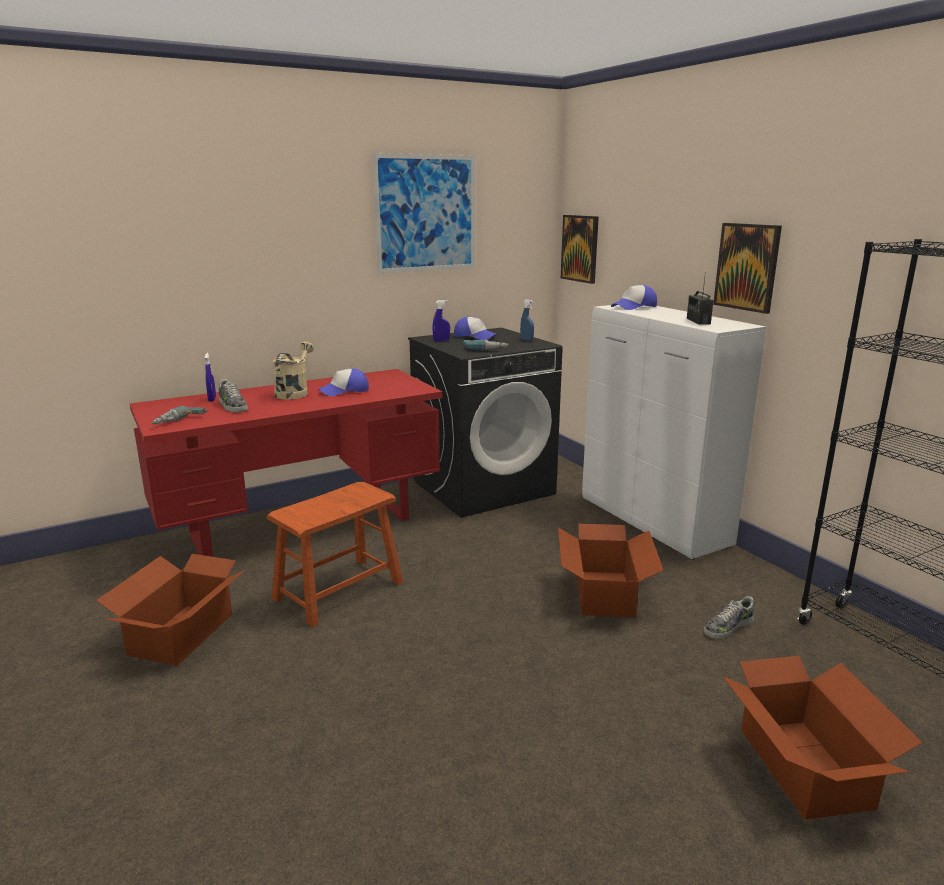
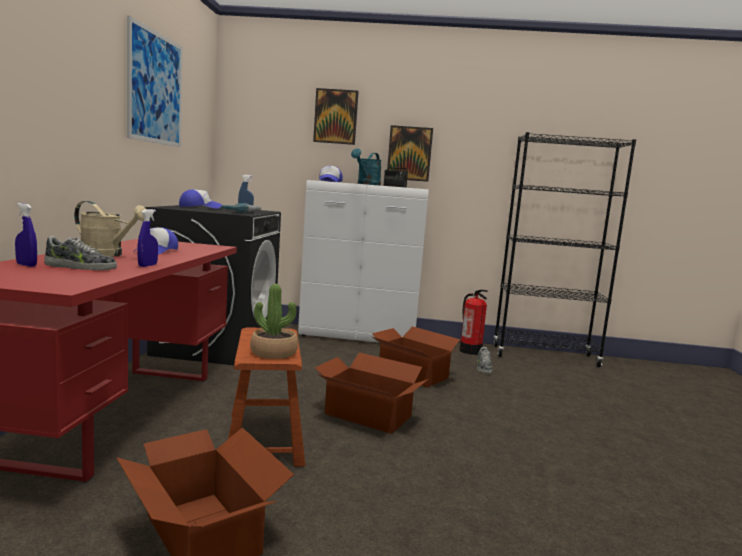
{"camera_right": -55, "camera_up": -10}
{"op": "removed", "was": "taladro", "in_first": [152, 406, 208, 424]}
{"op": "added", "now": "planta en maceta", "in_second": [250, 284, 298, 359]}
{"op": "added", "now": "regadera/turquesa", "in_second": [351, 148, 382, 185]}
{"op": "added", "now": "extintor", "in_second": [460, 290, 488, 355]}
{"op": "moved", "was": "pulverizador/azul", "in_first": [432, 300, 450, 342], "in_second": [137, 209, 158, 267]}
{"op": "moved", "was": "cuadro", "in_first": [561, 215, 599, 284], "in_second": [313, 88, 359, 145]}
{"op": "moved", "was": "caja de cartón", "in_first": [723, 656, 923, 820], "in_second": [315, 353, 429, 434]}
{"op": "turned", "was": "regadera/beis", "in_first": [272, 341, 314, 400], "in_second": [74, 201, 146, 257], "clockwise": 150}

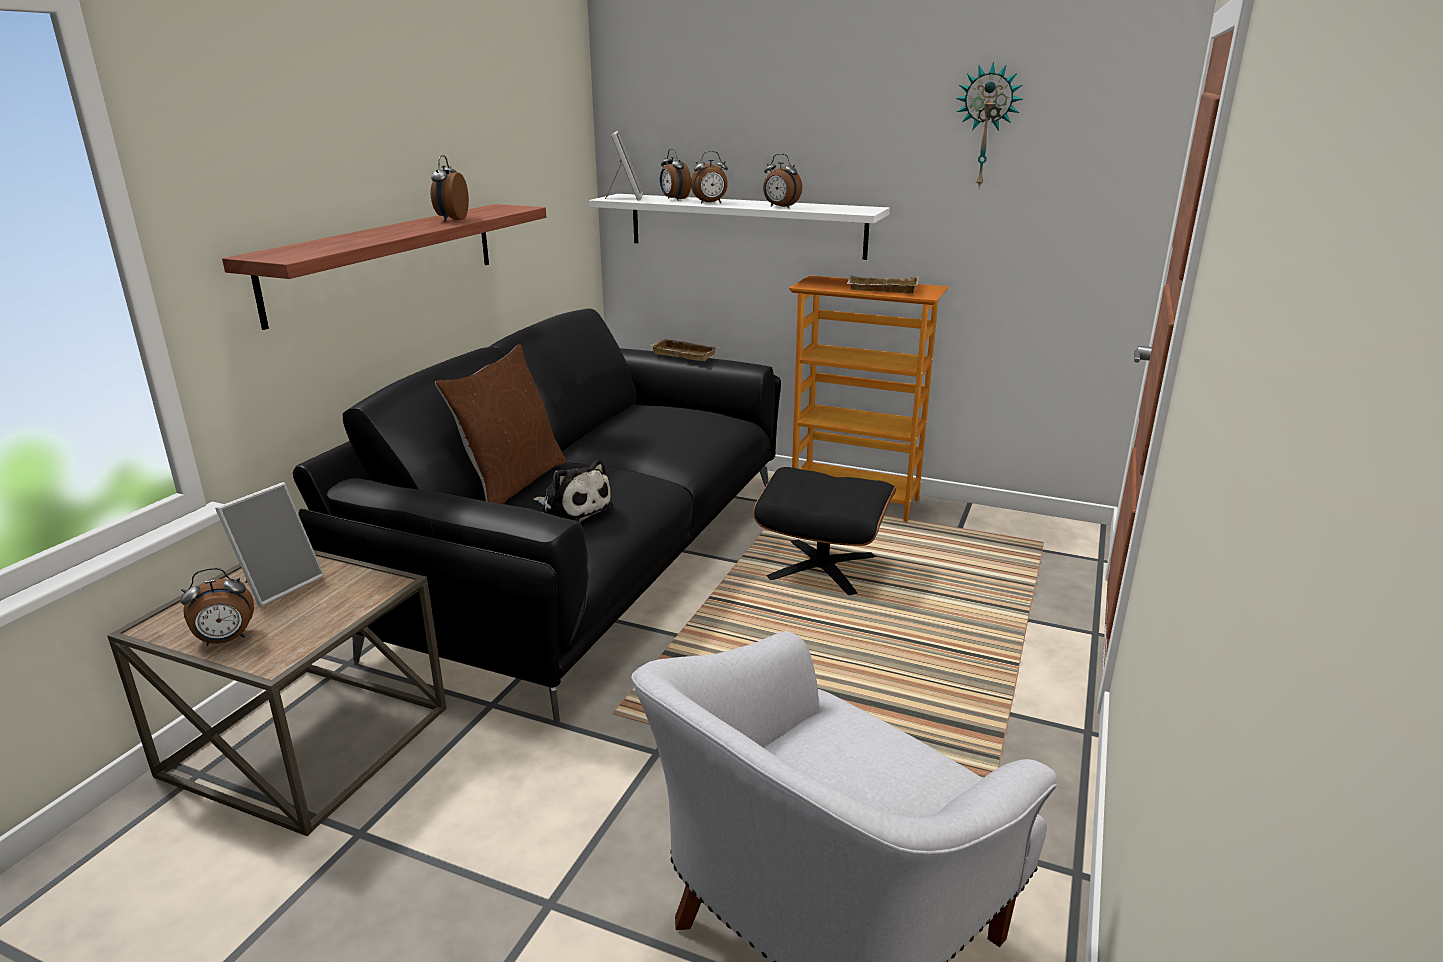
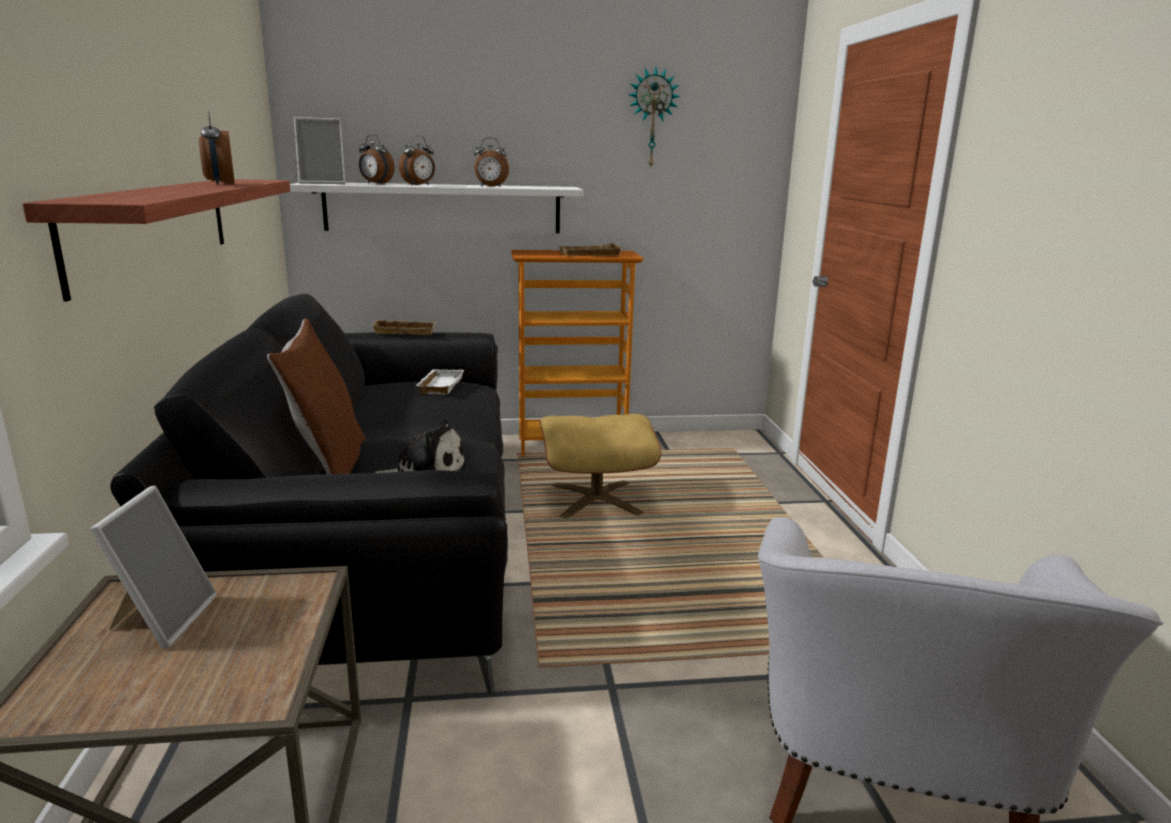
{"camera_right": -30, "camera_up": -5}
{"op": "removed", "was": "despertador", "in_first": [180, 568, 254, 646]}
{"op": "added", "now": "bandeja/blanco", "in_second": [416, 369, 464, 394]}
{"op": "recoloured", "was": "puf/negro", "now": "puf/beis", "in_first": [753, 467, 896, 595], "in_second": [539, 414, 661, 519]}
{"op": "turned", "was": "portarretratos", "in_first": [605, 131, 643, 200], "in_second": [294, 117, 346, 184], "clockwise": 105}

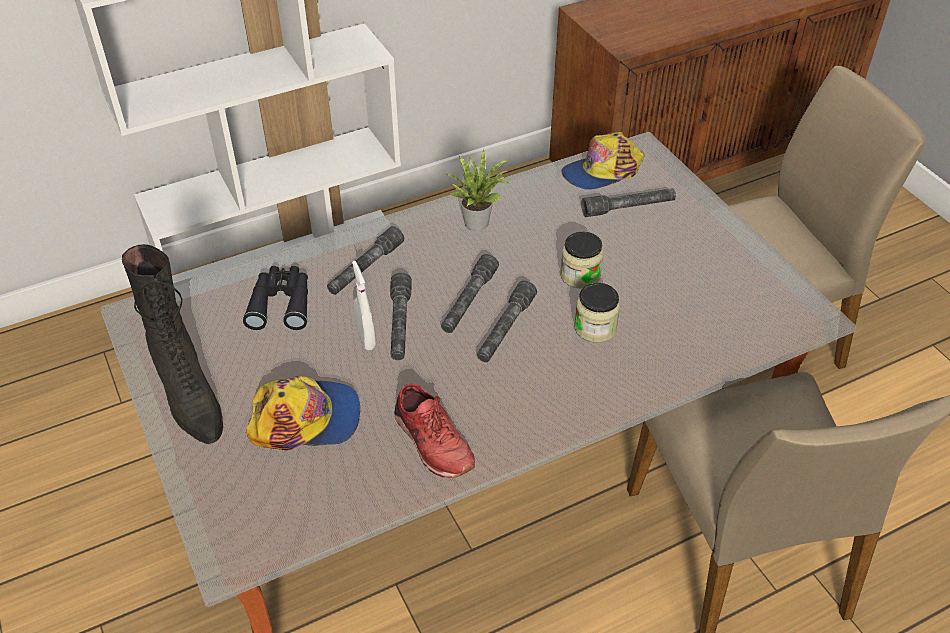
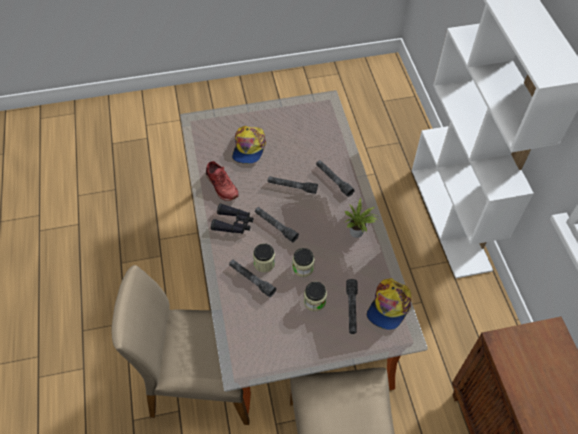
{"camera_right": 105, "camera_up": 10}
{"op": "removed", "was": "bota/negro", "in_first": [122, 244, 223, 444]}
{"op": "removed", "was": "pulverizador/blanco", "in_first": [352, 261, 376, 350]}
{"op": "added", "now": "tarro", "in_second": [304, 282, 327, 311]}
{"op": "moved", "was": "prismáticos/negro", "in_first": [243, 266, 308, 330], "in_second": [211, 204, 253, 234]}
{"op": "moved", "was": "linterna/gris", "in_first": [441, 254, 499, 333], "in_second": [229, 260, 276, 297]}
{"op": "turned", "was": "zapato/rojo", "in_first": [395, 383, 475, 478], "in_second": [206, 161, 239, 201], "clockwise": -105}
{"op": "turned", "was": "gorra", "in_first": [562, 132, 645, 190], "in_second": [367, 278, 411, 330], "clockwise": -135}

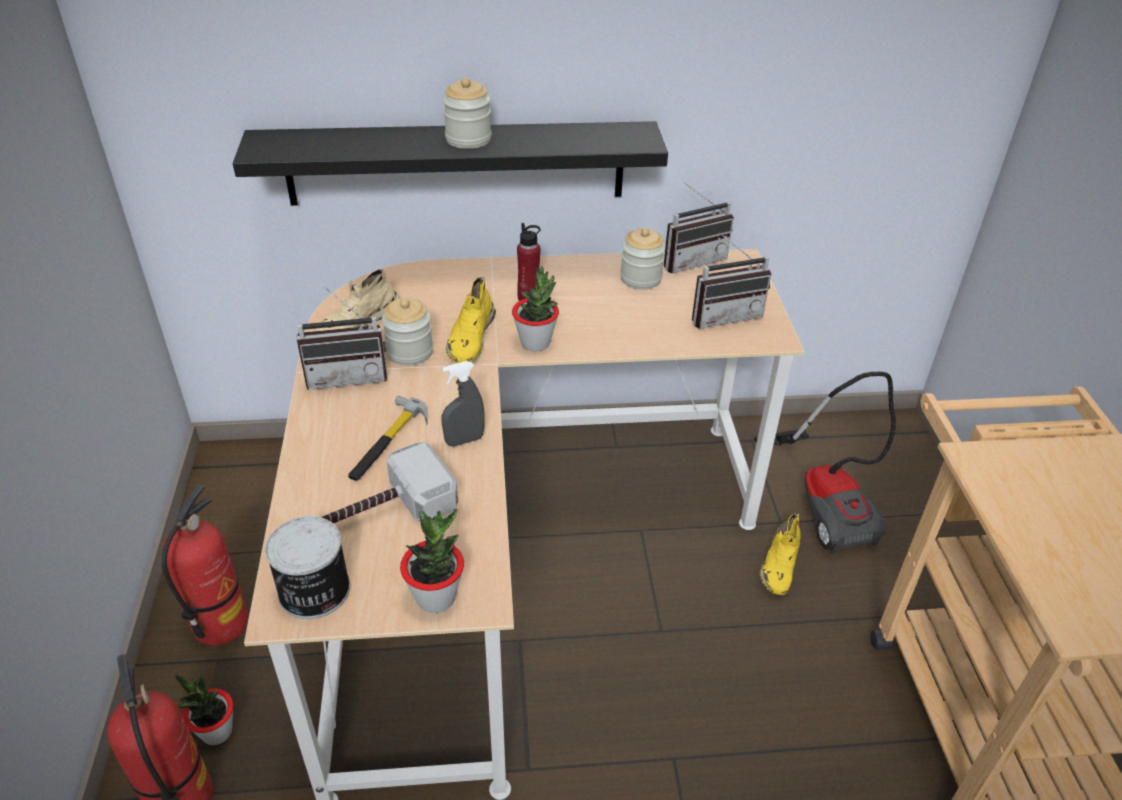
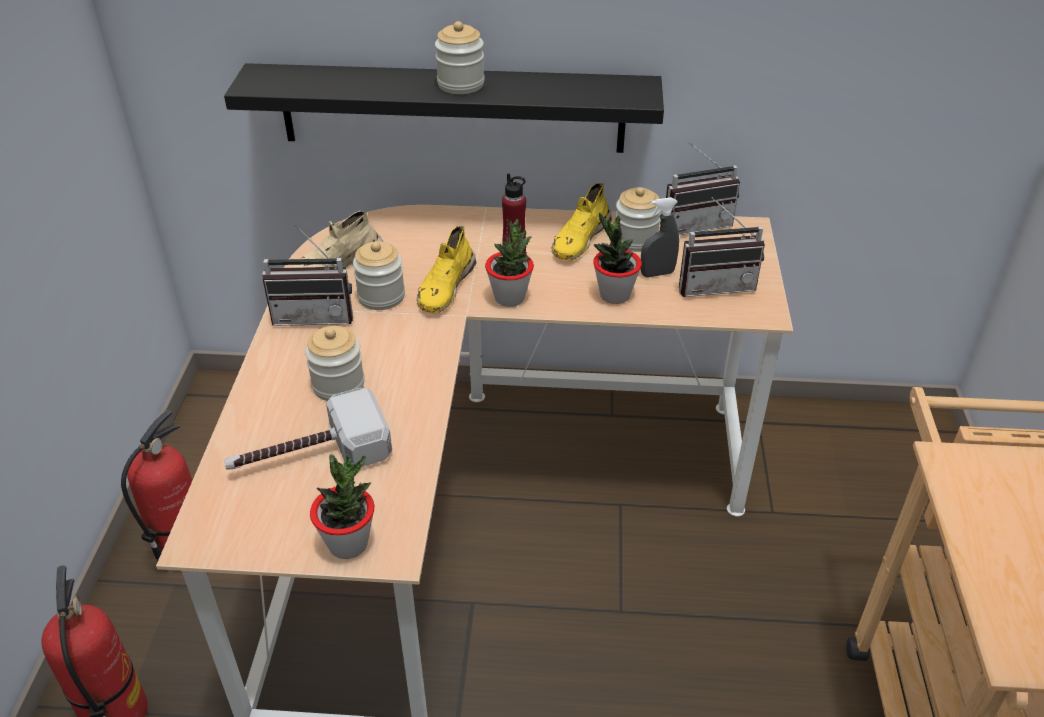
{"camera_right": 10, "camera_up": 0}
{"op": "removed", "was": "lata", "in_first": [265, 516, 350, 619]}
{"op": "removed", "was": "aspiradora", "in_first": [754, 372, 896, 554]}
{"op": "moved", "was": "planta en maceta", "in_first": [175, 674, 233, 745], "in_second": [593, 212, 642, 304]}
{"op": "moved", "was": "pulverizador/gris", "in_first": [442, 361, 485, 447], "in_second": [641, 197, 679, 277]}
{"op": "moved", "was": "zapato/amarillo", "in_first": [760, 514, 801, 595], "in_second": [552, 183, 612, 261]}
{"op": "replaced", "was": "martillo", "now": "tarro", "in_first": [348, 396, 428, 481], "in_second": [305, 326, 365, 401]}

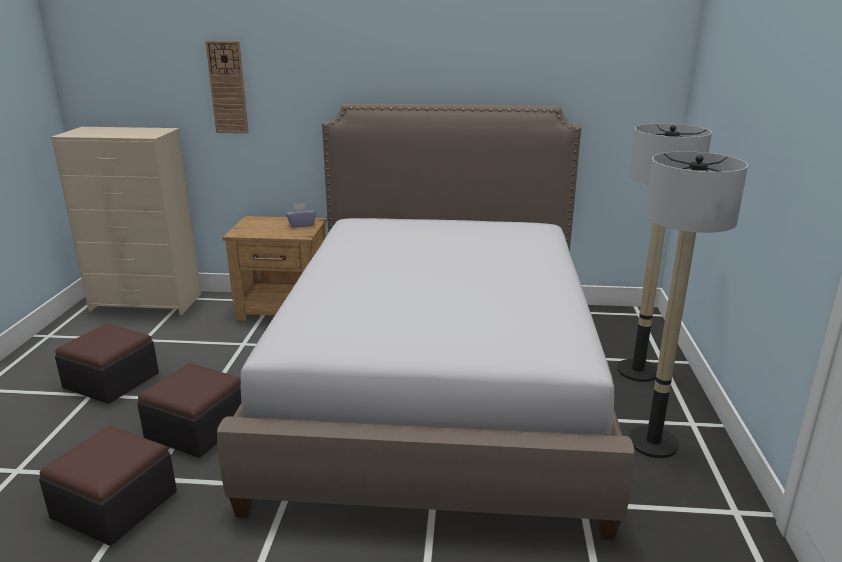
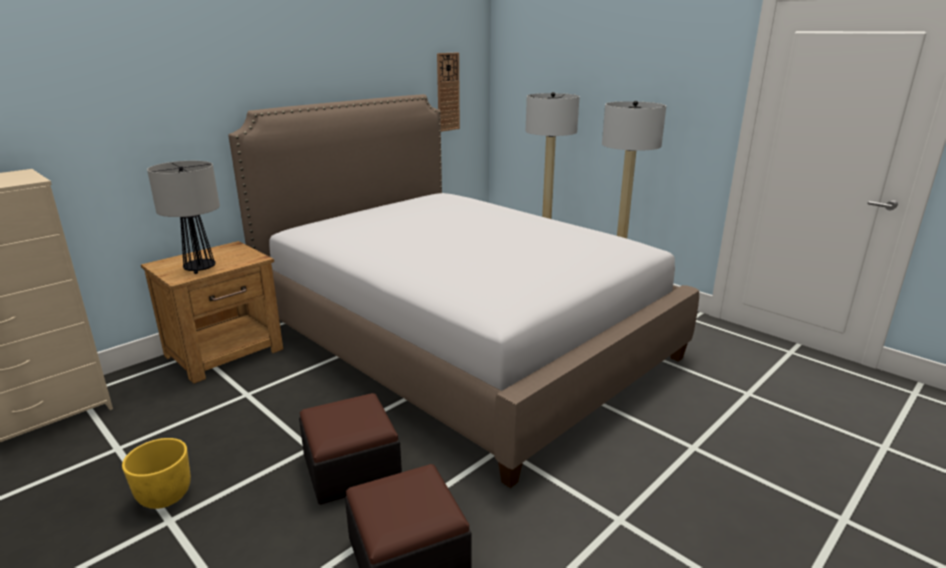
{"camera_right": -50, "camera_up": 0}
{"op": "removed", "was": "caja de pañuelos/morado", "in_first": [286, 203, 316, 228]}
{"op": "added", "now": "lámpara de mesa", "in_second": [147, 161, 220, 274]}
{"op": "moved", "was": "reloj de pared", "in_first": [205, 41, 249, 133], "in_second": [437, 52, 460, 132]}
{"op": "replaced", "was": "puf", "now": "maceta/amarillo", "in_first": [55, 324, 159, 404], "in_second": [122, 438, 191, 509]}

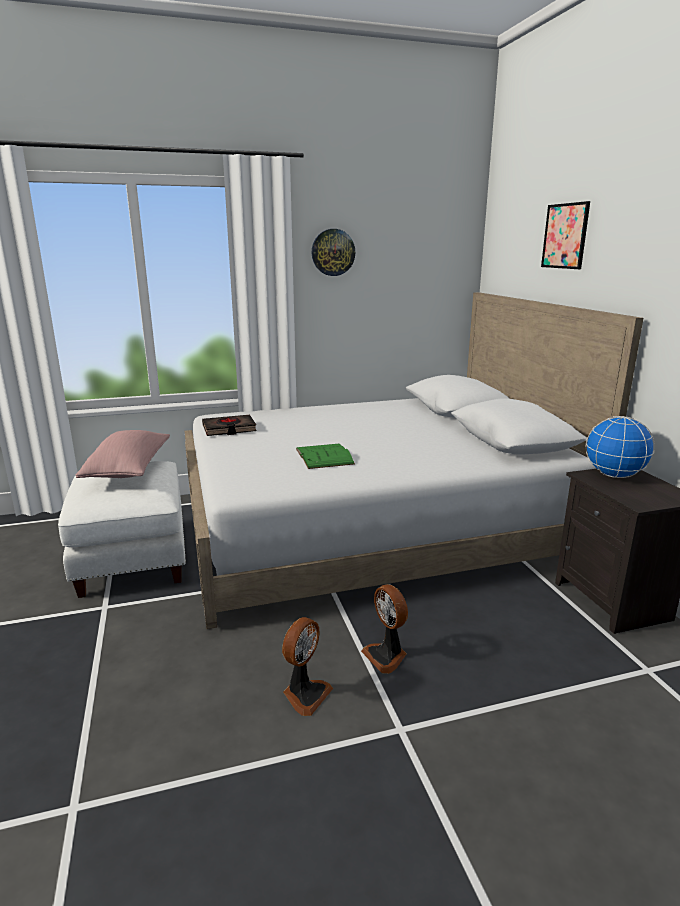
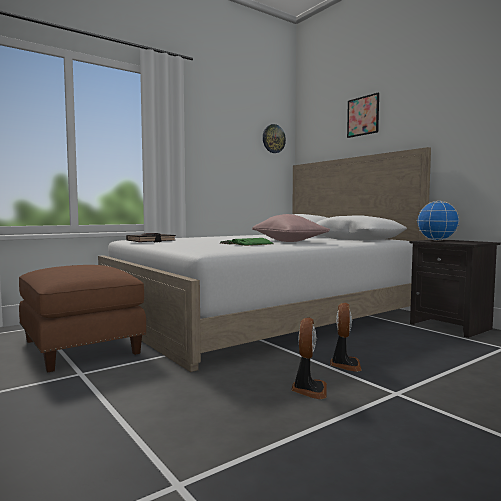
{"camera_right": -20, "camera_up": -15}
{"op": "moved", "was": "cojín/rosa", "in_first": [76, 430, 170, 478], "in_second": [252, 214, 330, 242]}
{"op": "moved", "was": "reloj de pared", "in_first": [312, 229, 355, 276], "in_second": [263, 124, 286, 153]}
{"op": "recoloured", "was": "puf/blanco", "now": "puf/marrón", "in_first": [58, 461, 186, 598], "in_second": [19, 265, 146, 372]}
{"op": "turned", "was": "ventilador", "in_first": [361, 584, 408, 674], "in_second": [330, 303, 362, 372], "clockwise": -120}

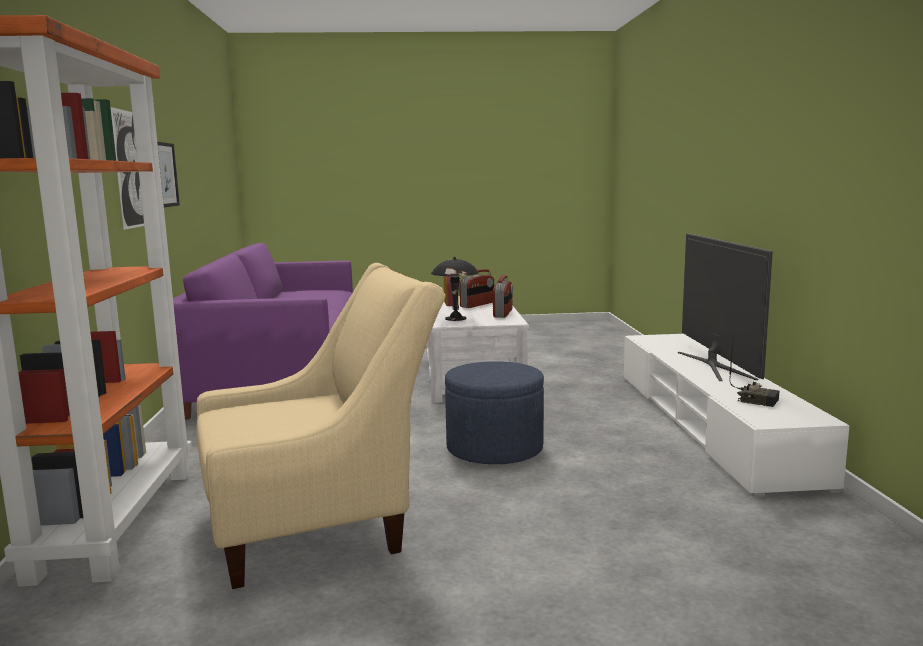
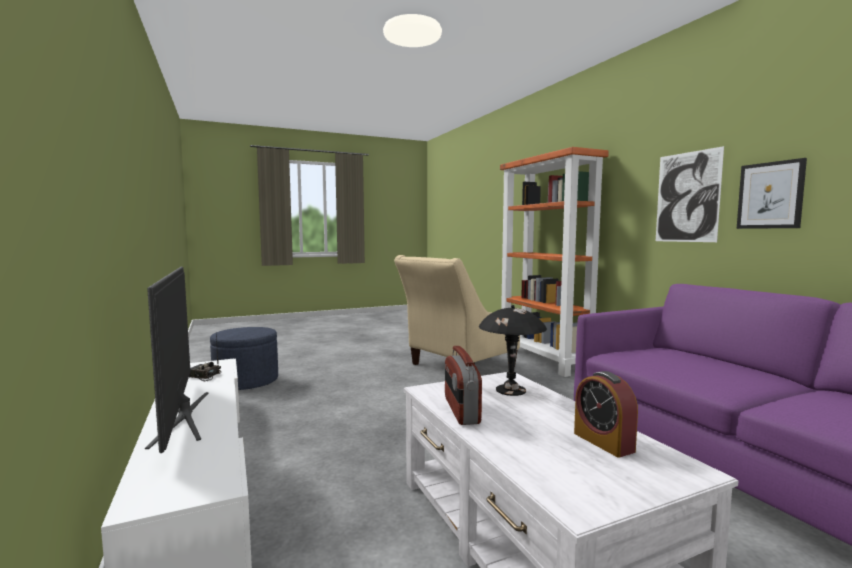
{"camera_right": 160, "camera_up": -5}
{"op": "removed", "was": "radio", "in_first": [459, 269, 494, 308]}
{"op": "moved", "was": "puf/azul", "in_first": [445, 361, 544, 464], "in_second": [210, 327, 278, 390]}

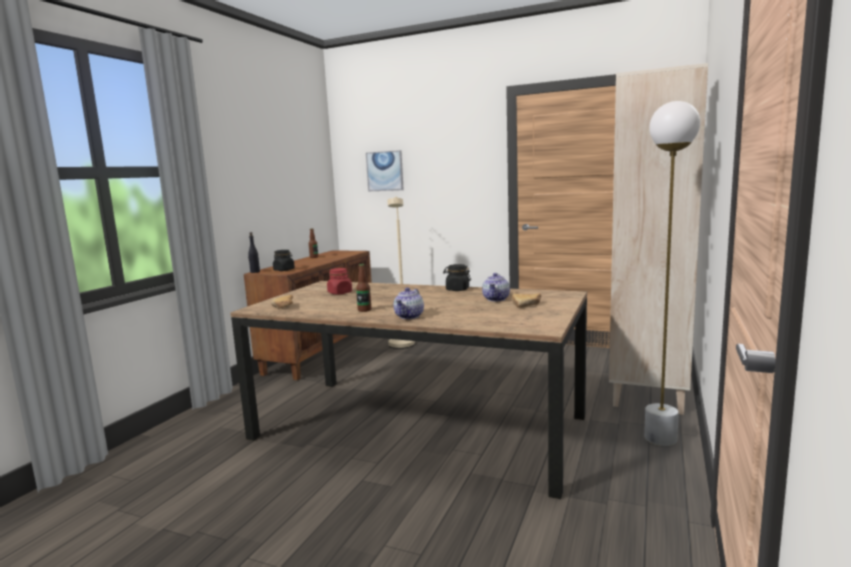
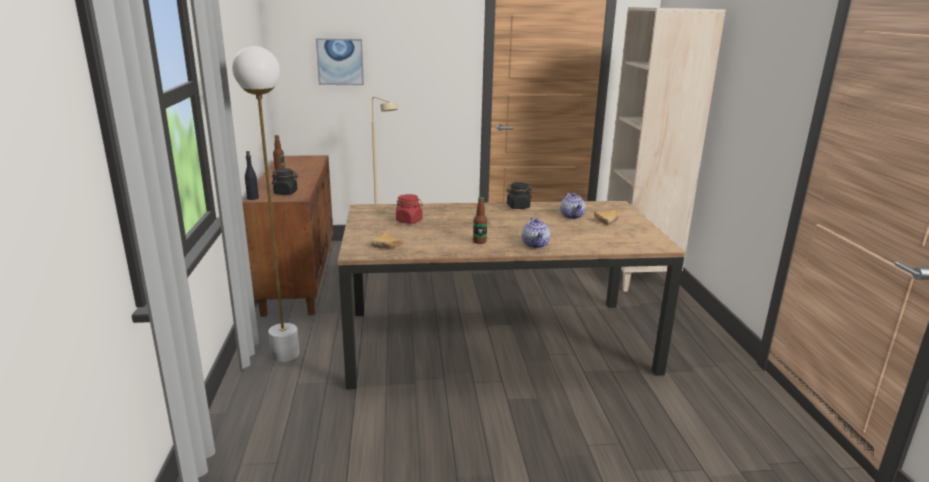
{"camera_right": -30, "camera_up": 10}
{"op": "moved", "was": "lámpara de pie/blanco", "in_first": [644, 101, 700, 446], "in_second": [232, 46, 300, 362]}

